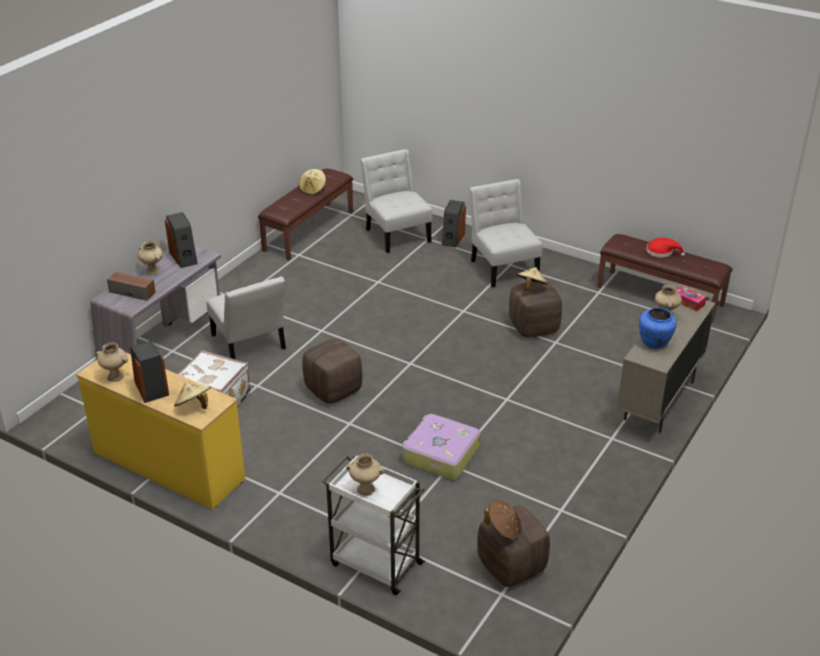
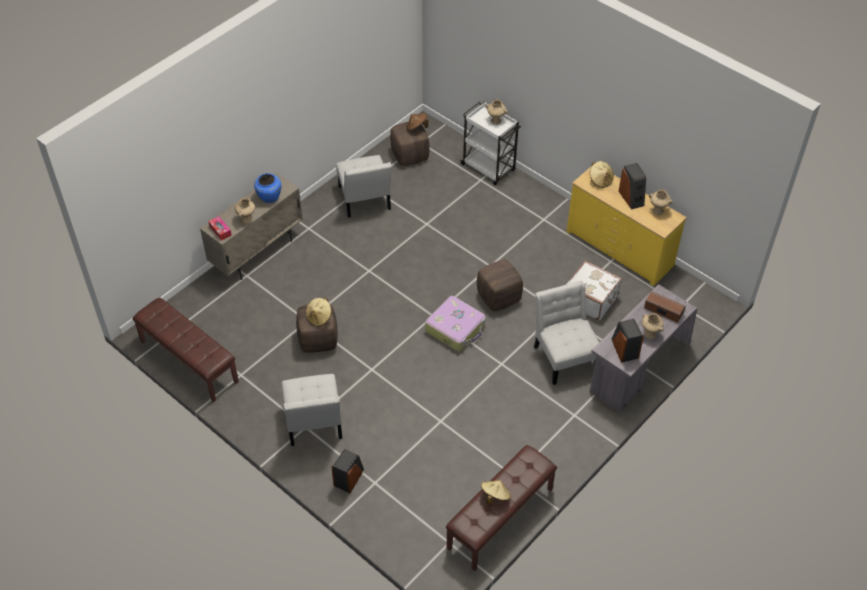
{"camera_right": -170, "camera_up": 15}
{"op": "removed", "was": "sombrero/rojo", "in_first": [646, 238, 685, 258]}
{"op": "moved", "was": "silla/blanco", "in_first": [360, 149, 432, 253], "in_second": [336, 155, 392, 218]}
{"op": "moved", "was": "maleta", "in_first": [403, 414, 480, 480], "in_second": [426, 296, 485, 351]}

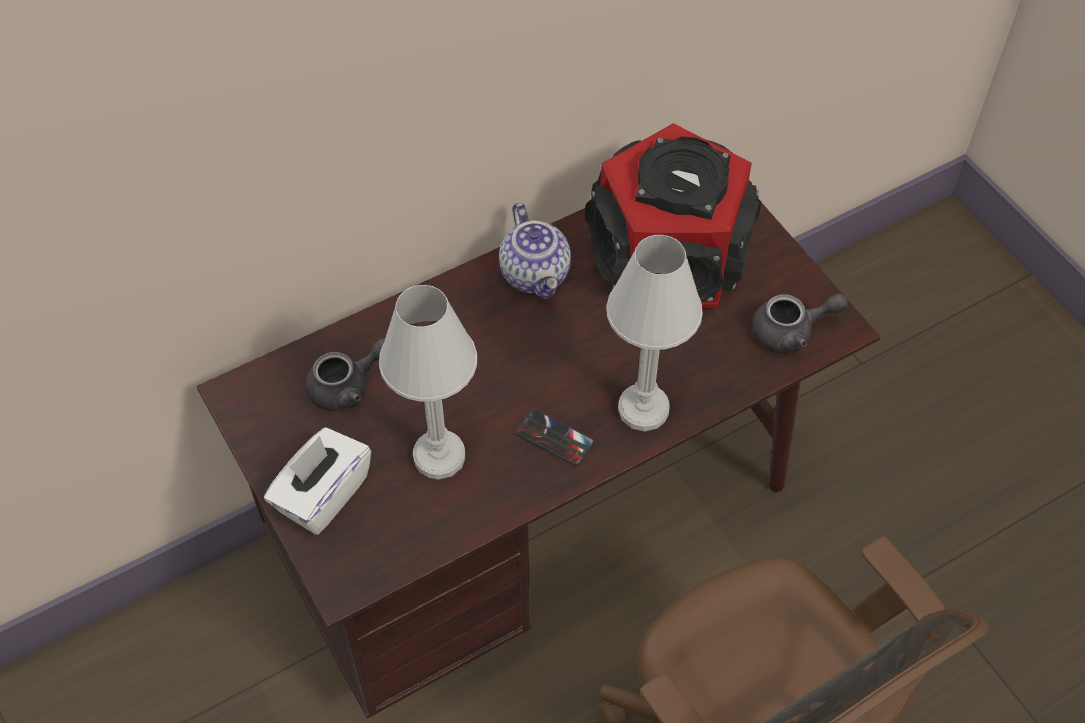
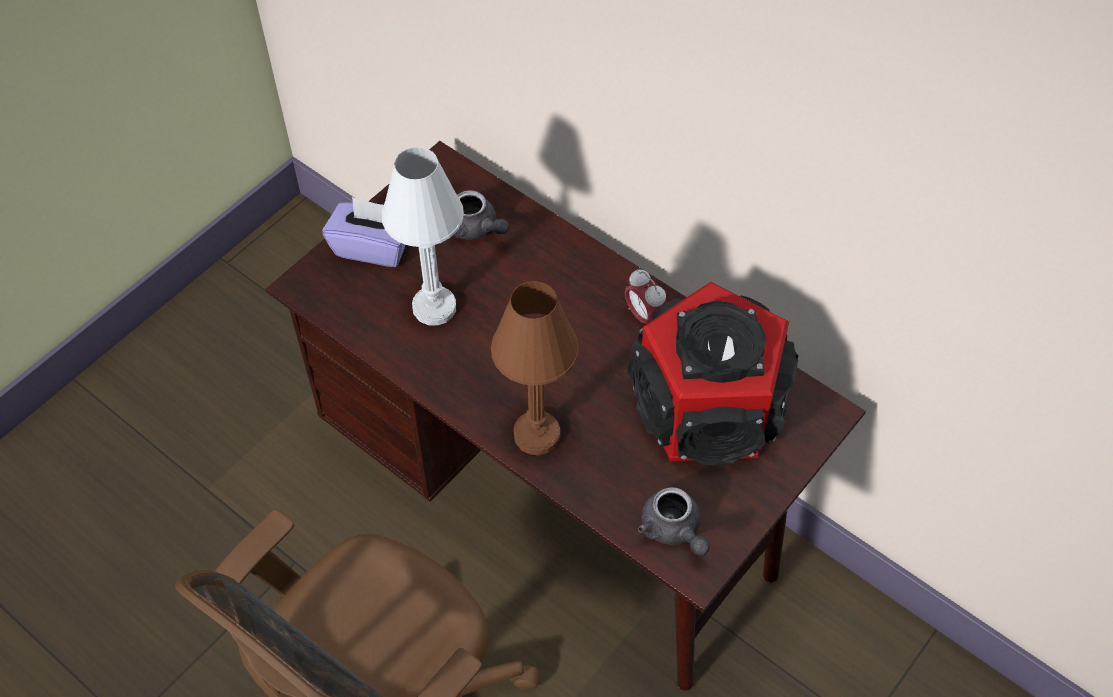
{"camera_right": 70, "camera_up": 0}
{"op": "removed", "was": "móvil", "in_first": [515, 408, 595, 466]}
{"op": "replaced", "was": "tetera", "now": "despertador", "in_first": [499, 203, 571, 299], "in_second": [625, 269, 667, 324]}
{"op": "recoloured", "was": "caja de pañuelos/blanco", "now": "caja de pañuelos/morado", "in_first": [264, 427, 371, 535], "in_second": [322, 197, 406, 267]}
{"op": "recoloured", "was": "lámpara de mesa/blanco", "now": "lámpara de mesa/marrón", "in_first": [606, 235, 703, 431], "in_second": [491, 281, 579, 455]}

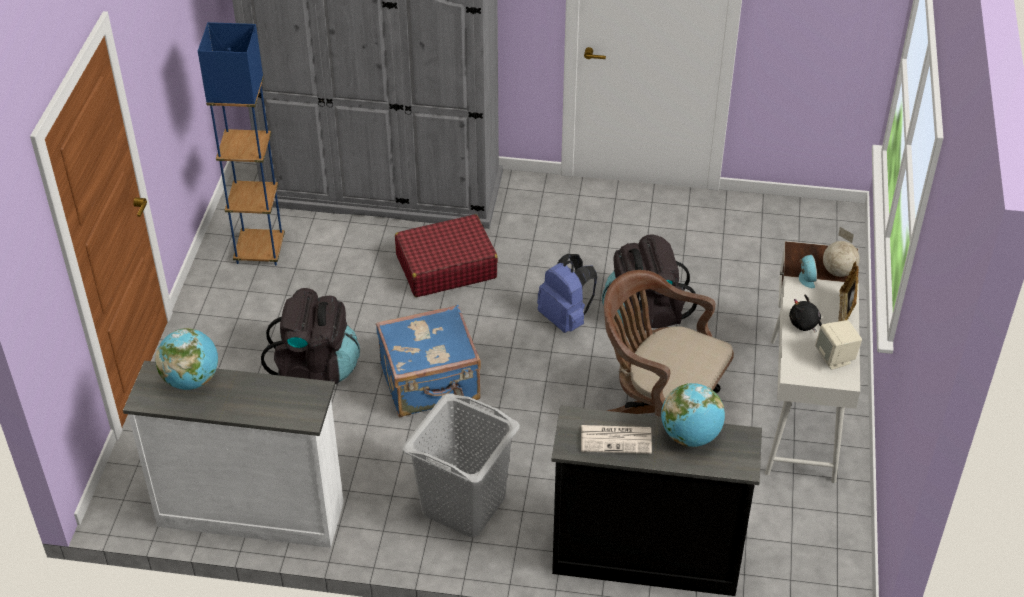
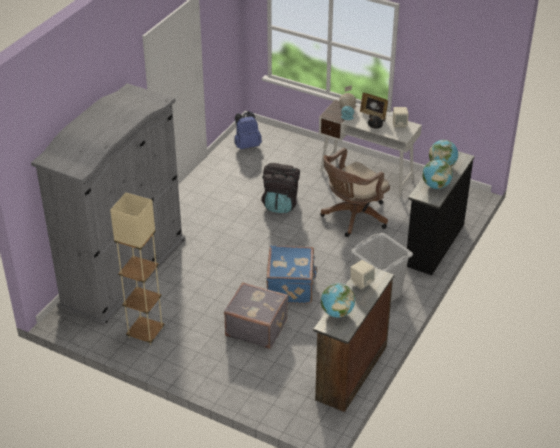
{"camera_right": -70, "camera_up": -5}
{"op": "removed", "was": "maleta/rojo", "in_first": [395, 214, 498, 297]}
{"op": "added", "now": "altavoz/beis", "in_second": [350, 260, 375, 289]}
{"op": "moved", "was": "mochila/azul", "in_first": [537, 254, 598, 333], "in_second": [234, 111, 262, 149]}
{"op": "replaced", "was": "mochila/negro", "now": "maleta/gris", "in_first": [261, 288, 360, 384], "in_second": [224, 282, 289, 349]}
{"op": "replaced", "was": "periódico", "now": "globo terráqueo", "in_first": [581, 425, 652, 454], "in_second": [422, 159, 453, 189]}
{"op": "recoloured", "was": "cómoda/blanco", "now": "cómoda/marrón", "in_first": [123, 361, 344, 548], "in_second": [313, 268, 394, 412]}
{"op": "recoloured", "was": "lámpara de pie/azul", "now": "lámpara de pie/beis", "in_first": [198, 22, 285, 265], "in_second": [110, 192, 164, 345]}

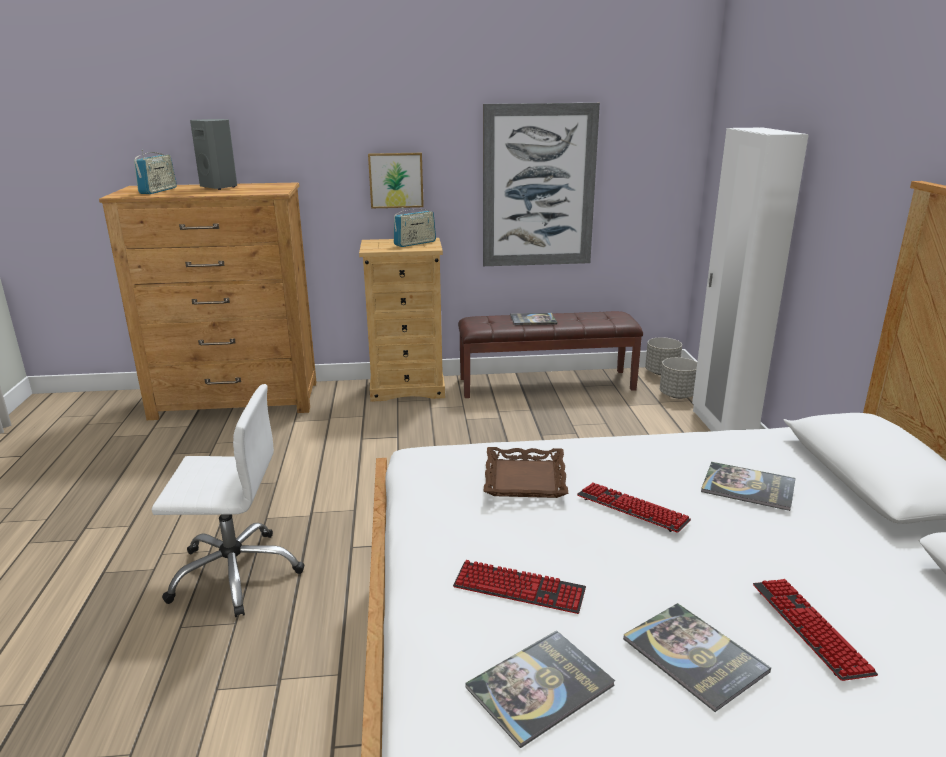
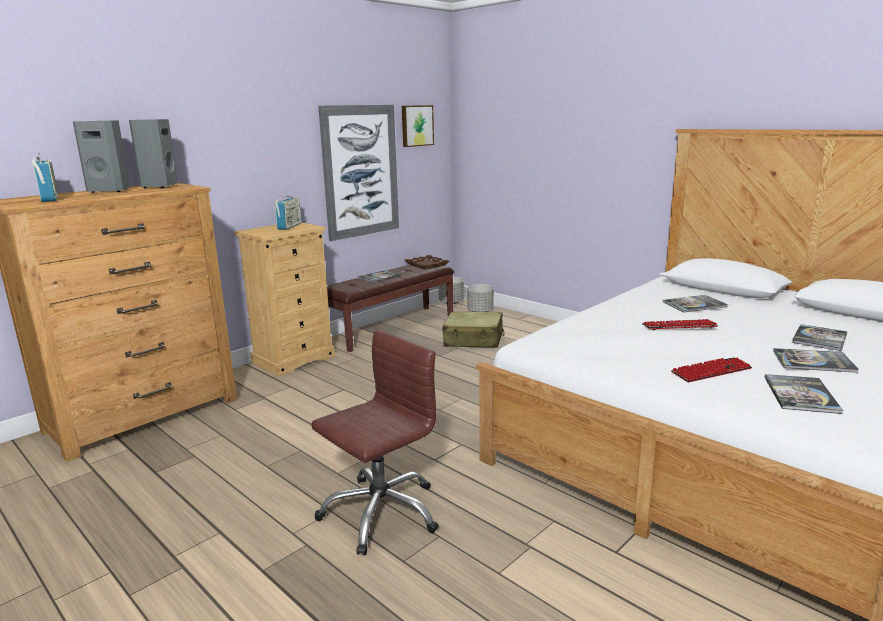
{"camera_right": -40, "camera_up": -5}
{"op": "removed", "was": "armario ropero/blanco", "in_first": [692, 127, 809, 431]}
{"op": "added", "now": "altavoz/gris", "in_second": [129, 119, 178, 188]}
{"op": "added", "now": "maleta/beis", "in_second": [442, 312, 504, 348]}
{"op": "moved", "was": "cuadro", "in_first": [368, 153, 424, 208], "in_second": [402, 105, 434, 147]}
{"op": "moved", "was": "bandeja/marrón", "in_first": [484, 447, 569, 498], "in_second": [404, 255, 449, 270]}
{"op": "replaced", "was": "teclado", "now": "libro", "in_first": [753, 579, 878, 681], "in_second": [792, 324, 847, 351]}
{"op": "recoloured", "was": "silla de oficina/blanco", "now": "silla de oficina/marrón", "in_first": [152, 384, 305, 617], "in_second": [311, 329, 439, 555]}

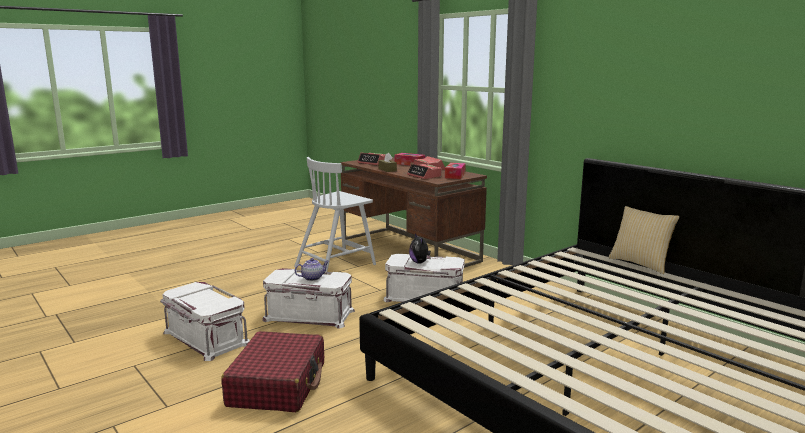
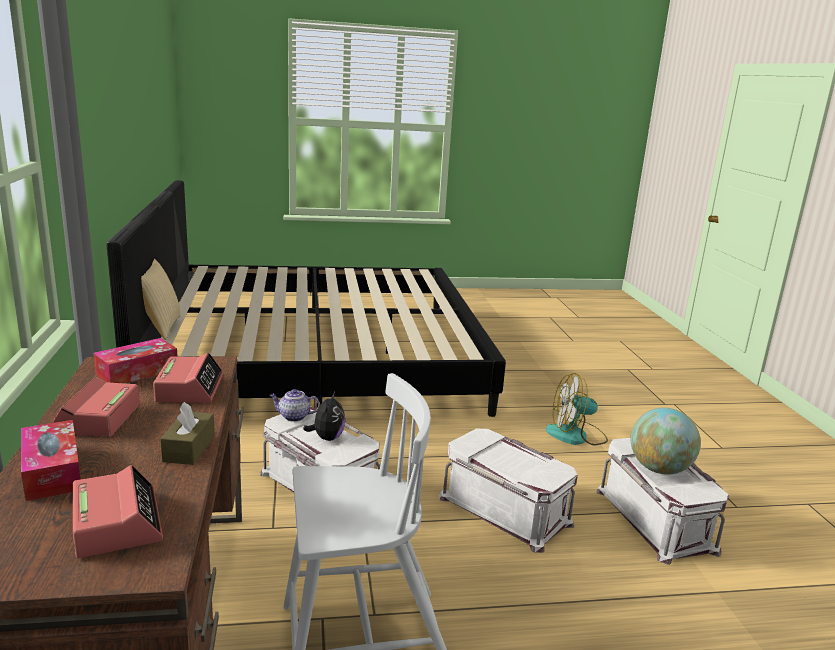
{"camera_right": -150, "camera_up": 5}
{"op": "added", "now": "globo terráqueo", "in_second": [631, 407, 701, 475]}
{"op": "moved", "was": "tetera", "in_first": [295, 258, 329, 281], "in_second": [270, 389, 320, 422]}
{"op": "replaced", "was": "maleta/rojo", "now": "ventilador", "in_first": [221, 331, 324, 412], "in_second": [546, 373, 608, 446]}

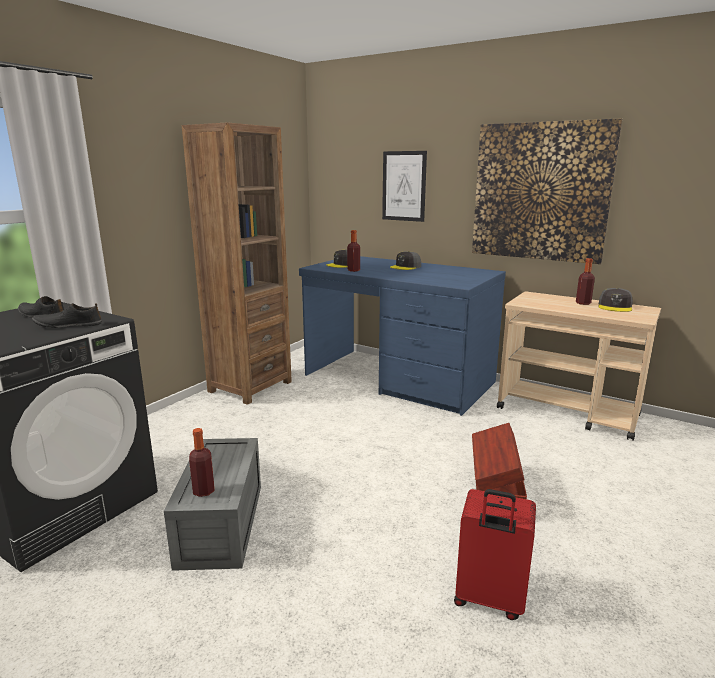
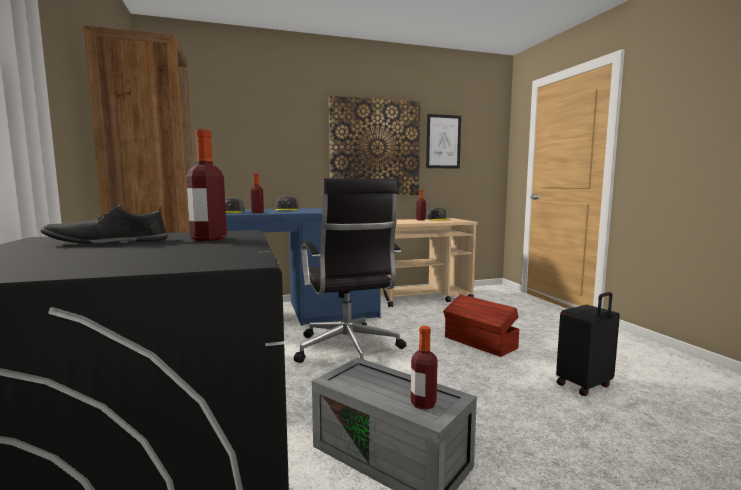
{"camera_right": -50, "camera_up": -10}
{"op": "added", "now": "silla de oficina/negro", "in_second": [294, 178, 406, 363]}
{"op": "moved", "was": "cuadro", "in_first": [382, 151, 427, 222], "in_second": [426, 114, 461, 169]}
{"op": "replaced", "was": "zapato/negro", "now": "botella", "in_first": [32, 303, 102, 328], "in_second": [186, 129, 227, 241]}
{"op": "recoloured", "was": "maleta/rojo", "now": "maleta/negro", "in_first": [454, 489, 536, 620], "in_second": [556, 292, 620, 397]}

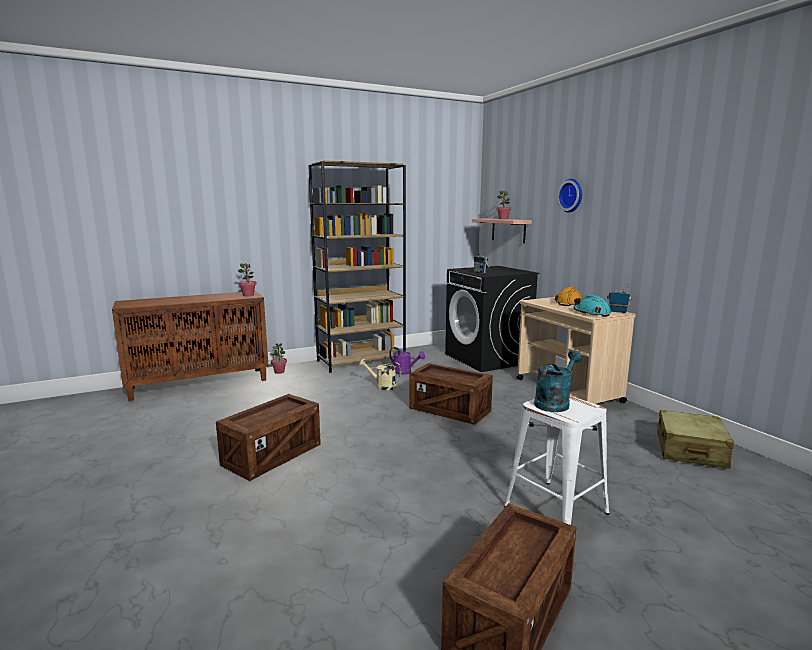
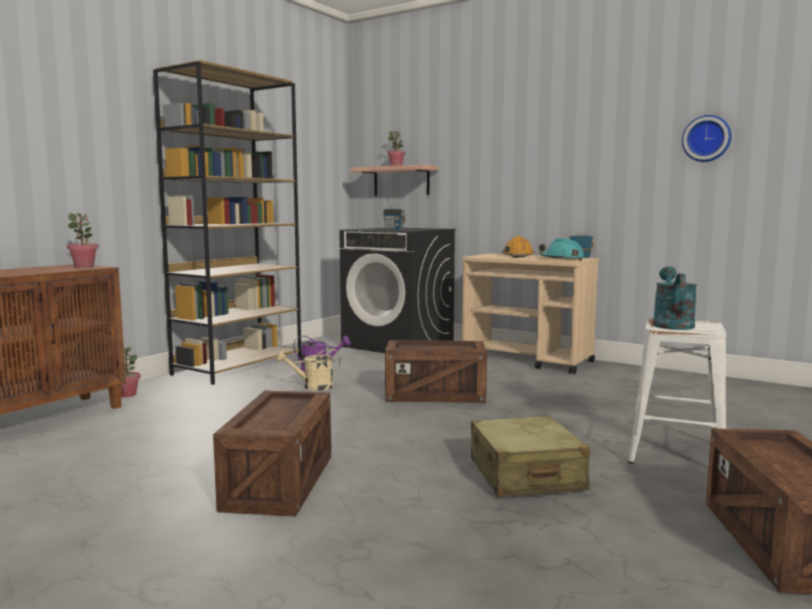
{"camera_right": -30, "camera_up": -5}
{"op": "moved", "was": "reloj de pared", "in_first": [557, 179, 582, 212], "in_second": [682, 115, 732, 162]}
{"op": "moved", "was": "maleta/beis", "in_first": [657, 410, 734, 469], "in_second": [471, 416, 590, 497]}

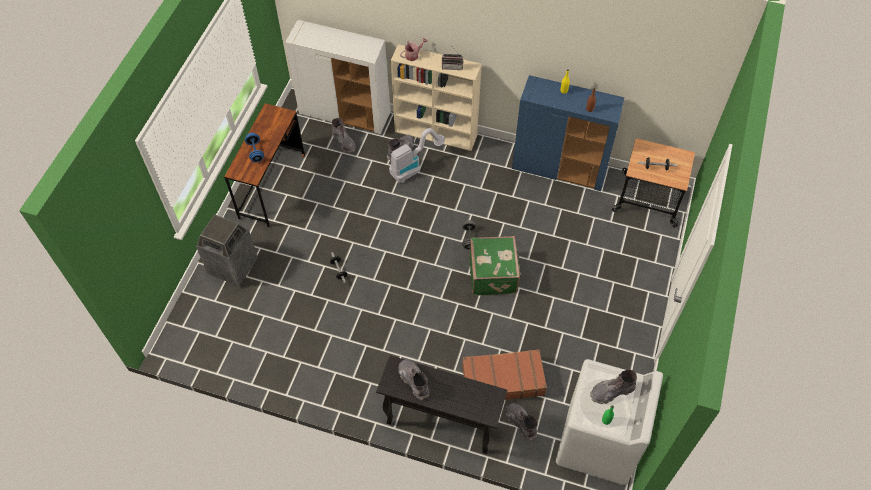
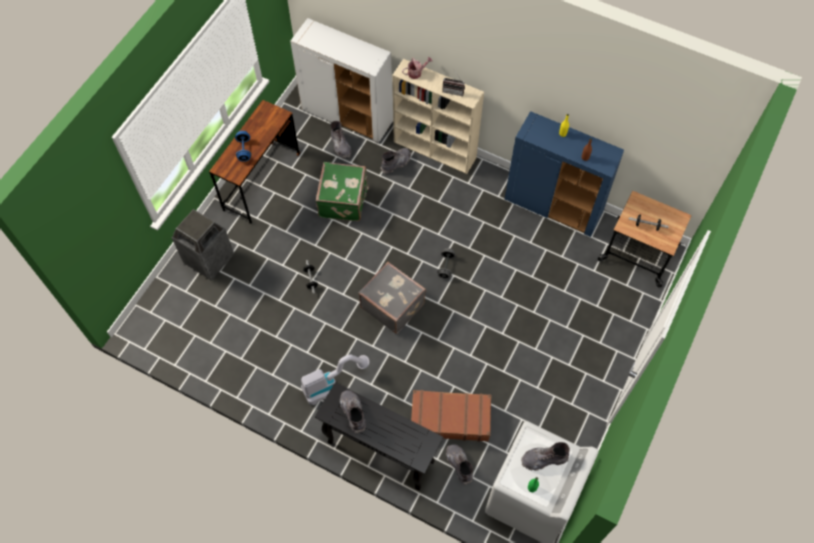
{"camera_right": 10, "camera_up": 5}
{"op": "added", "now": "maleta/gris", "in_second": [359, 262, 426, 334]}
{"op": "moved", "was": "aspiradora", "in_first": [389, 128, 445, 183], "in_second": [301, 355, 369, 405]}
{"op": "moved", "was": "maleta/verde", "in_first": [469, 236, 521, 296], "in_second": [316, 162, 369, 221]}

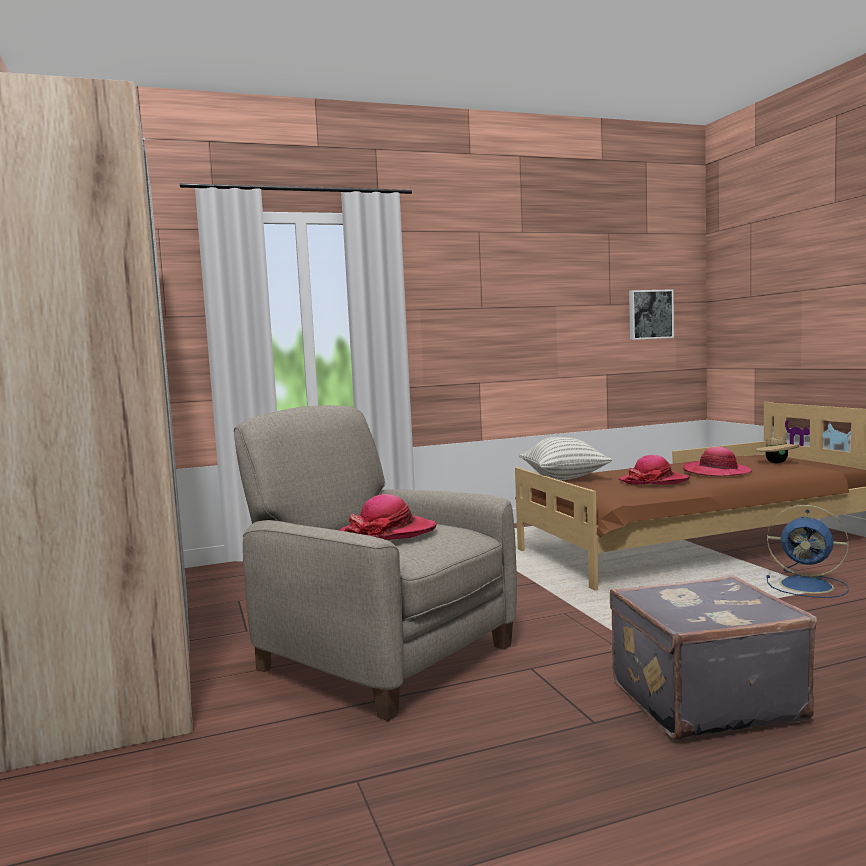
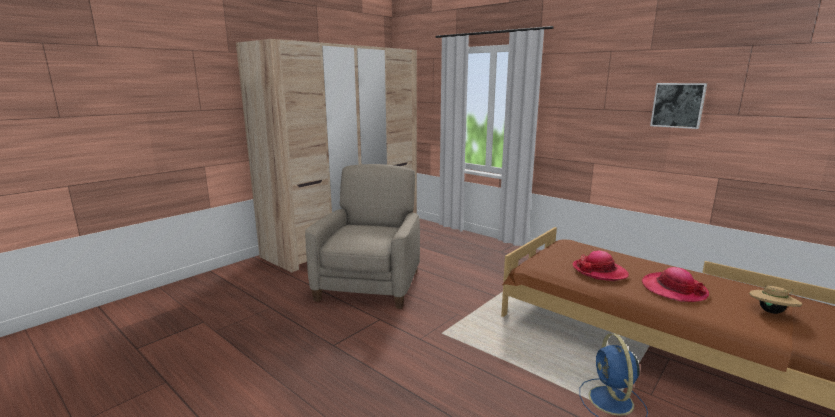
{"camera_right": 60, "camera_up": 10}
{"op": "removed", "was": "sombrero", "in_first": [339, 494, 437, 540]}
{"op": "removed", "was": "cojín", "in_first": [519, 437, 612, 481]}
{"op": "removed", "was": "maleta/gris", "in_first": [610, 575, 817, 740]}
{"op": "moved", "was": "cuadro", "in_first": [629, 289, 674, 340], "in_second": [650, 83, 707, 129]}

